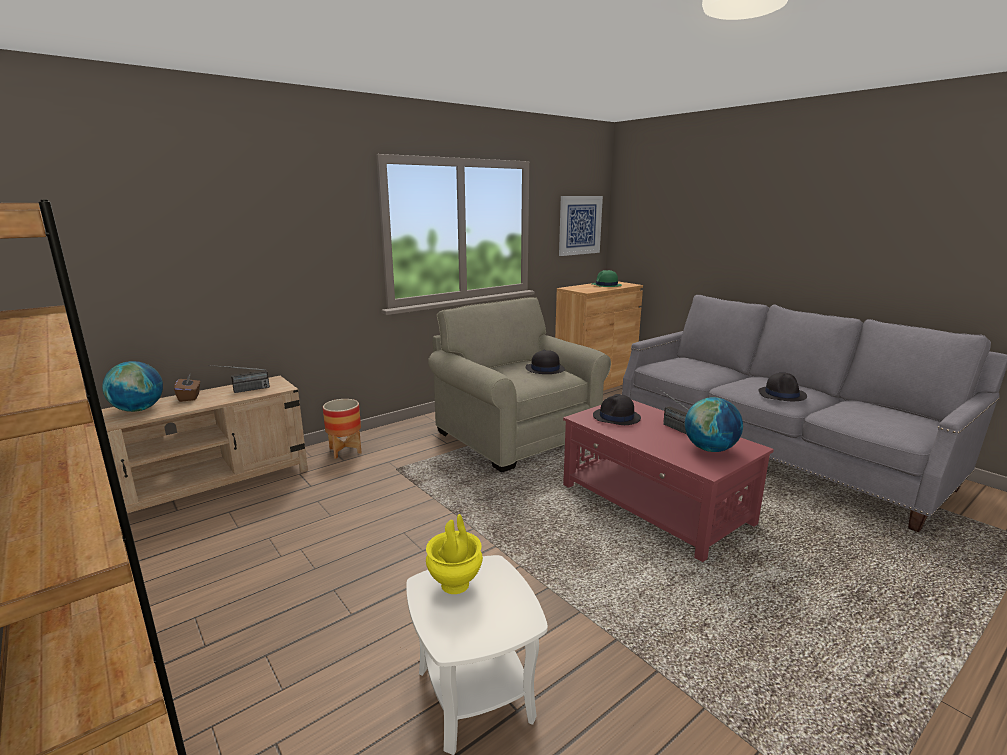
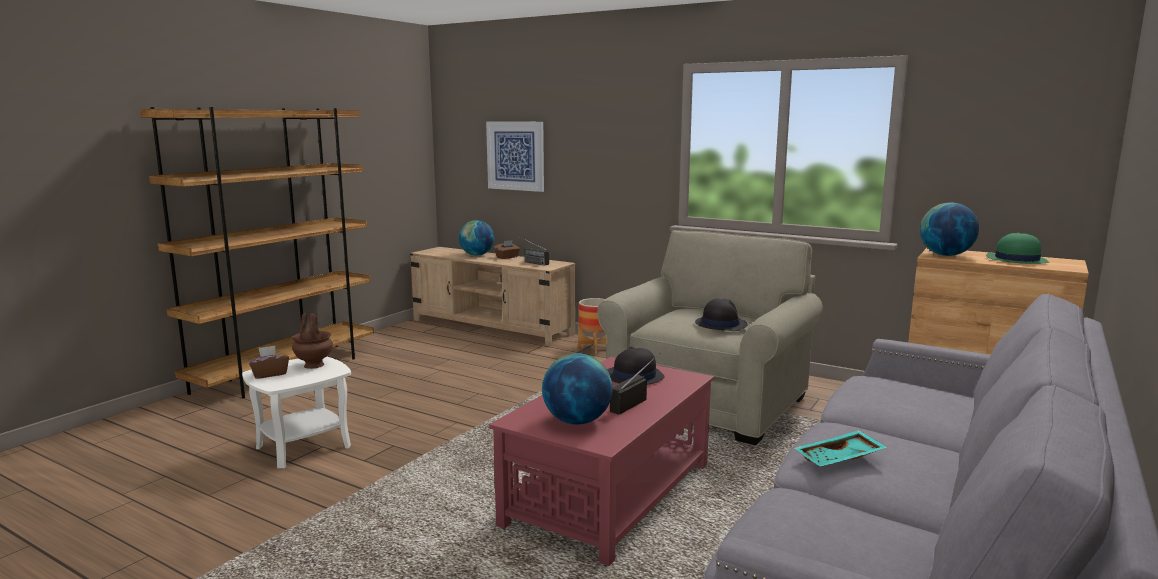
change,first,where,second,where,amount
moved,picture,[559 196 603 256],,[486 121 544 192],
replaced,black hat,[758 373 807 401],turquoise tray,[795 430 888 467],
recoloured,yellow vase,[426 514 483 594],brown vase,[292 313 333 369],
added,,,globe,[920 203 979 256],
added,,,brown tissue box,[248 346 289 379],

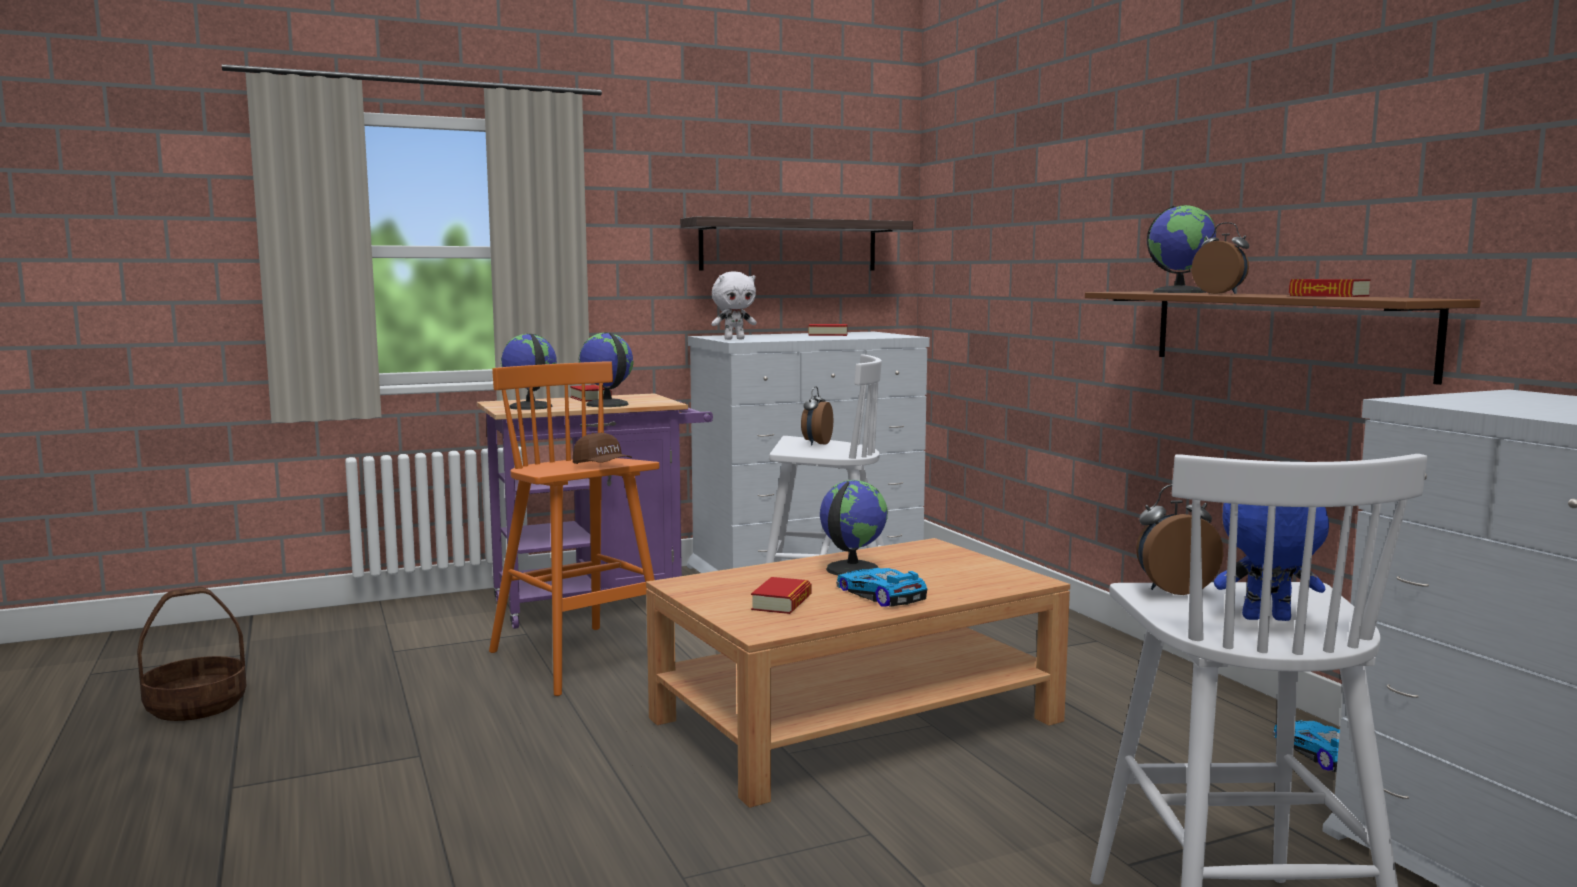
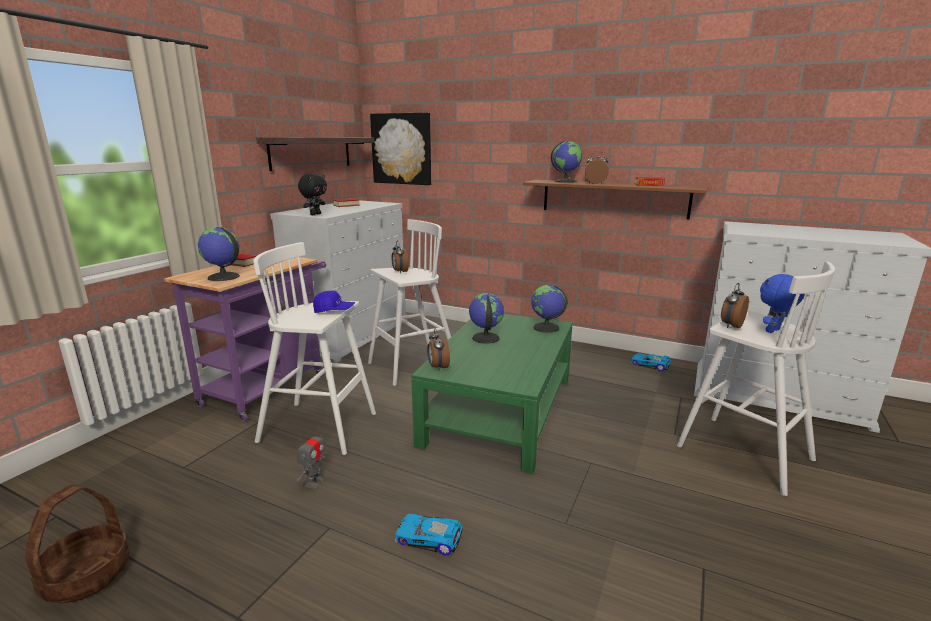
change,first,where,second,where,amount
recoloured,white plush toy,[711 271 757 340],black plush toy,[298 173 327 215],
moved,globe,[579 333 634 407],,[531 285 568 333],
recoloured,orange stool,[489 361 660 696],white stool,[253 242 376 455],
recoloured,brown cap,[573 433 632 464],blue cap,[313 291 355 313],
recoloured,brown coffee table,[646 538 1070 808],green coffee table,[411 314 573 474],
moved,toy car,[836 568 927 607],,[395 514 463 555],
removed,book,[751 577 811 614],,,
added,,,picture,[370 113 431 185],
added,,,alarm clock,[427 328 450 371],
added,,,toy robot,[297 426 326 488],

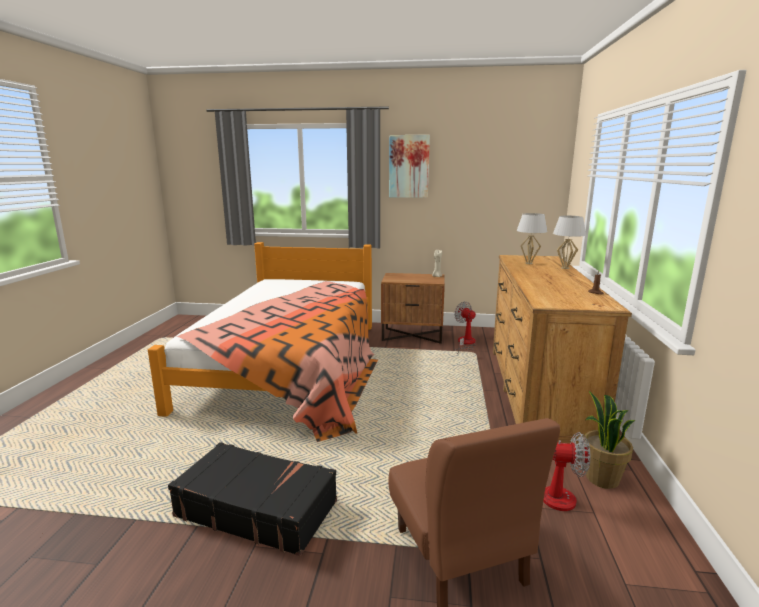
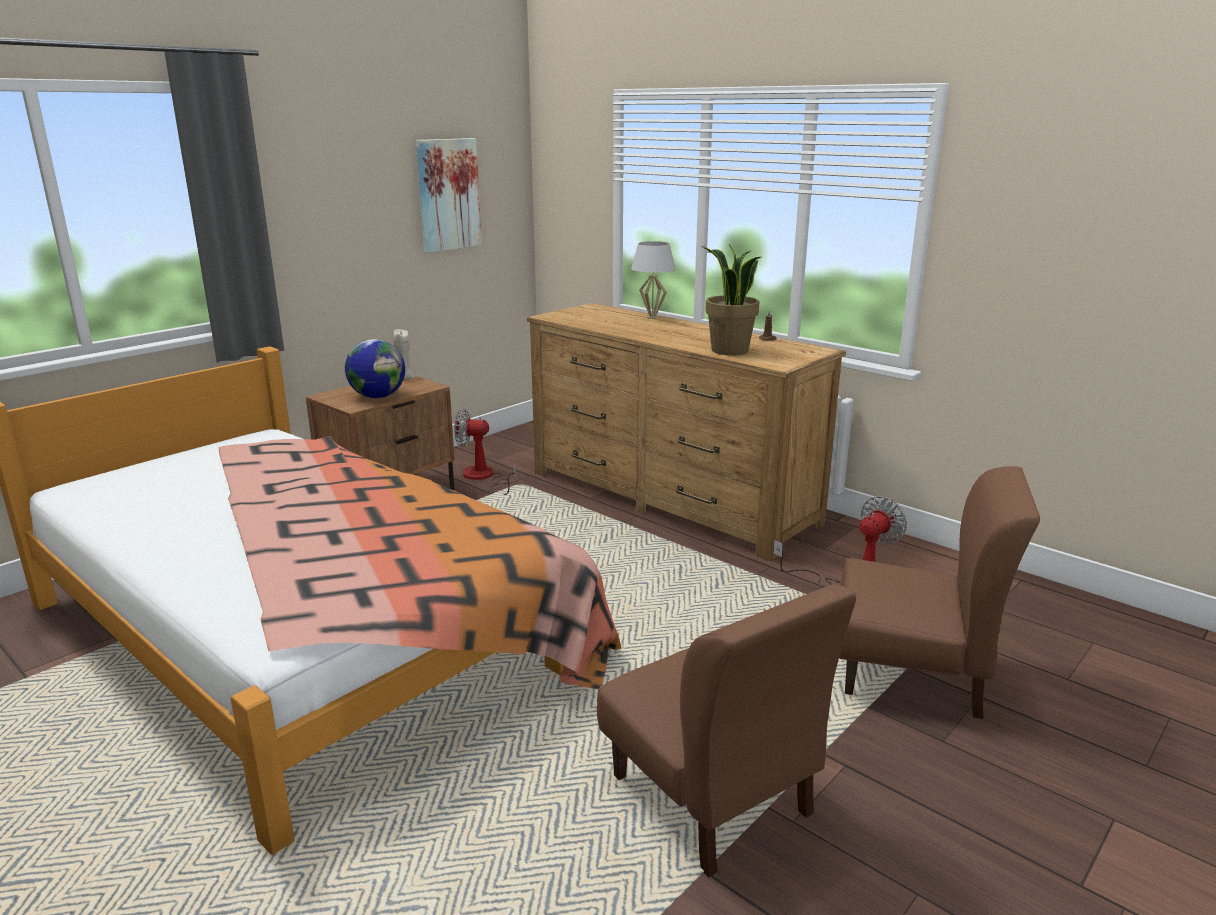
change,first,where,second,where,amount
moved,picture,[389 135 430 198],,[416 138 482 253],
removed,white table lamp,[517 213 548 264],,,
moved,potted plant,[584 391 635 489],,[702 244 761 356],
replaced,black suitcase,[168 442 337 556],brown chair,[596 584 856 877],
added,,,globe,[345 339 405 398],

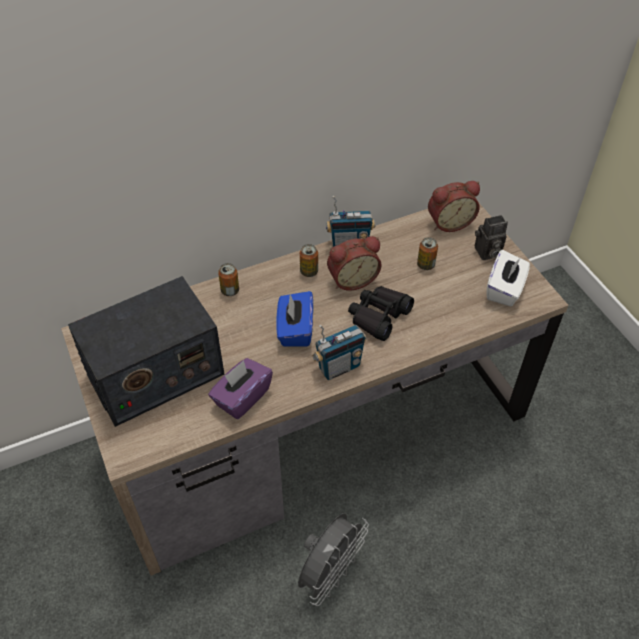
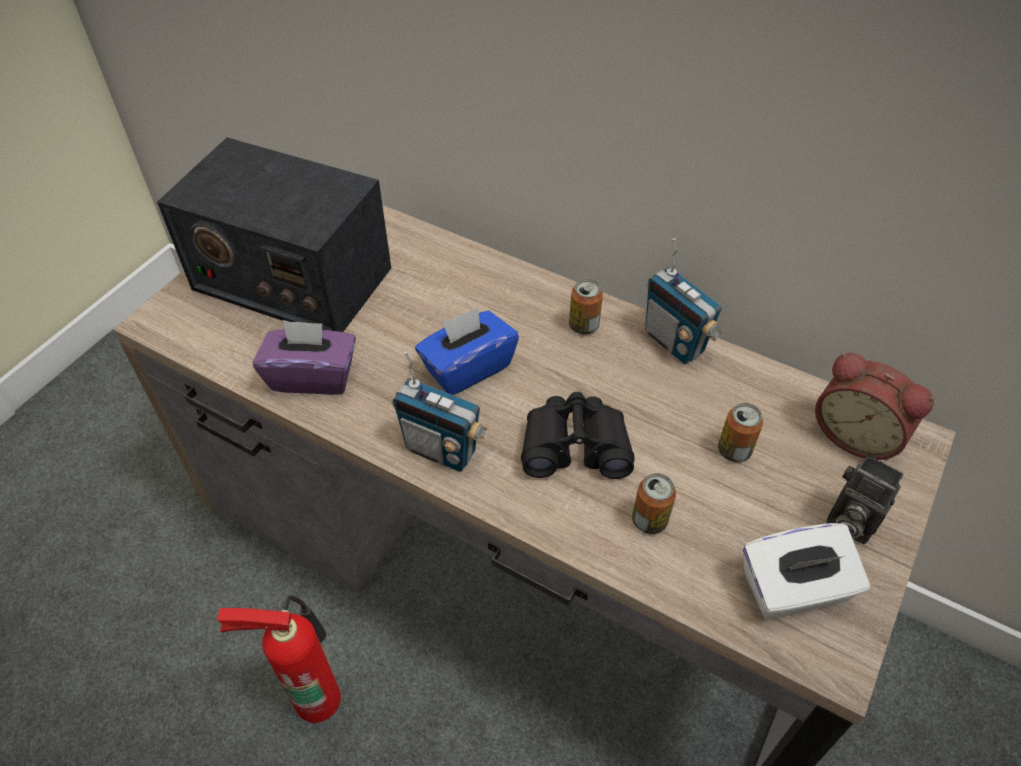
change,first,where,second,where,amount
removed,alarm clock,[327 236 382 291],,,
moved,can,[218 263 239 296],,[632 473 676 534],
replaced,grey fan,[298 513 369 606],fire extinguisher,[217 595 341 723],

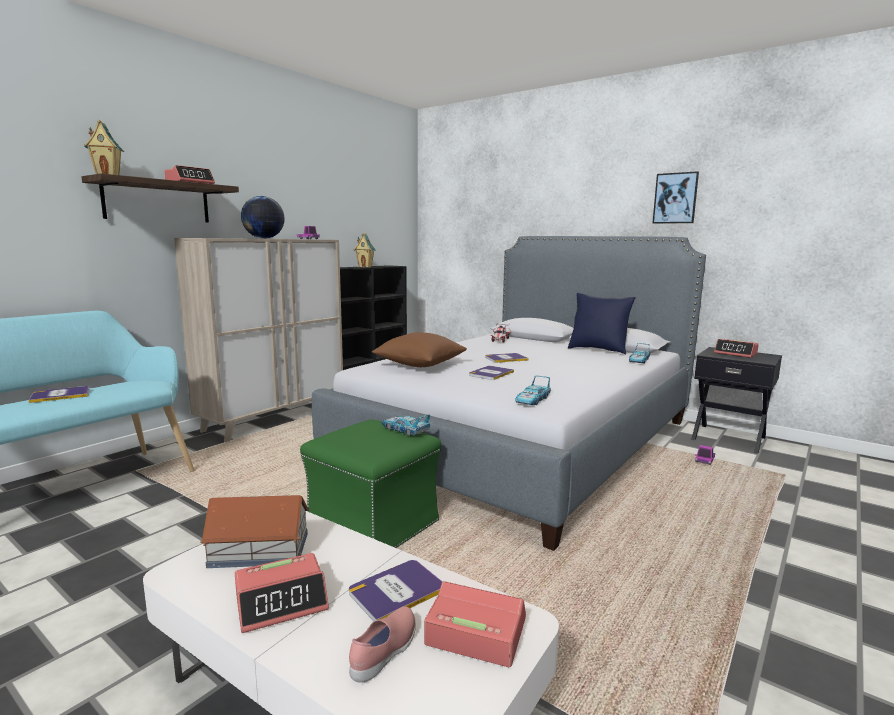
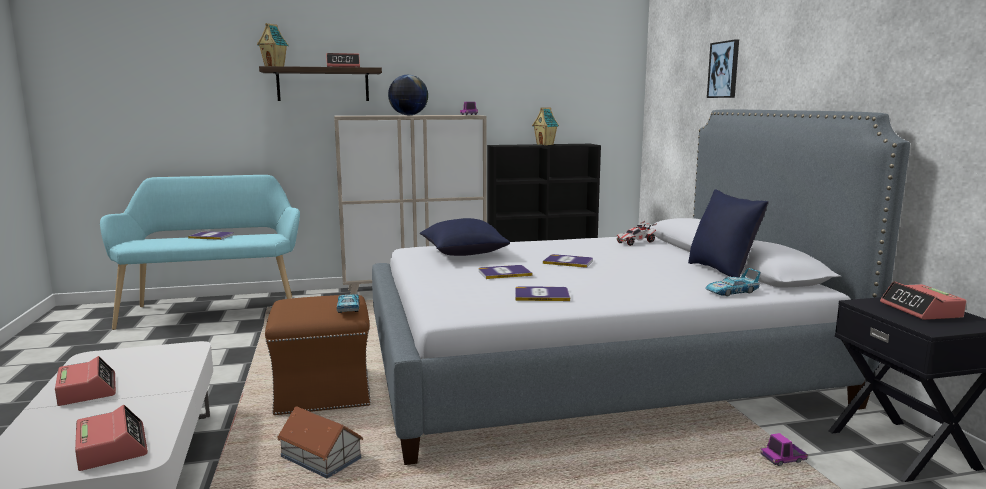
change,first,where,second,where,amount
moved,picture,[652 171 699 224],,[707 39 739 98],
recoloured,brown pillow,[372 332 467 367],blue pillow,[420 218 510 256],
removed,toy car,[515 375 551 405],,,
recoloured,green ottoman,[300 419 441 548],brown ottoman,[265 295 371 415],
moved,toy house,[200 495 310 568],,[277 406 364 478],
turned,alarm clock,[235 553 329 633],,[55 356 116 406],135 degrees counterclockwise
moved,book,[349 560 443 621],,[515 286 570 301],
removed,pink shoe,[349 606 416 683],,,

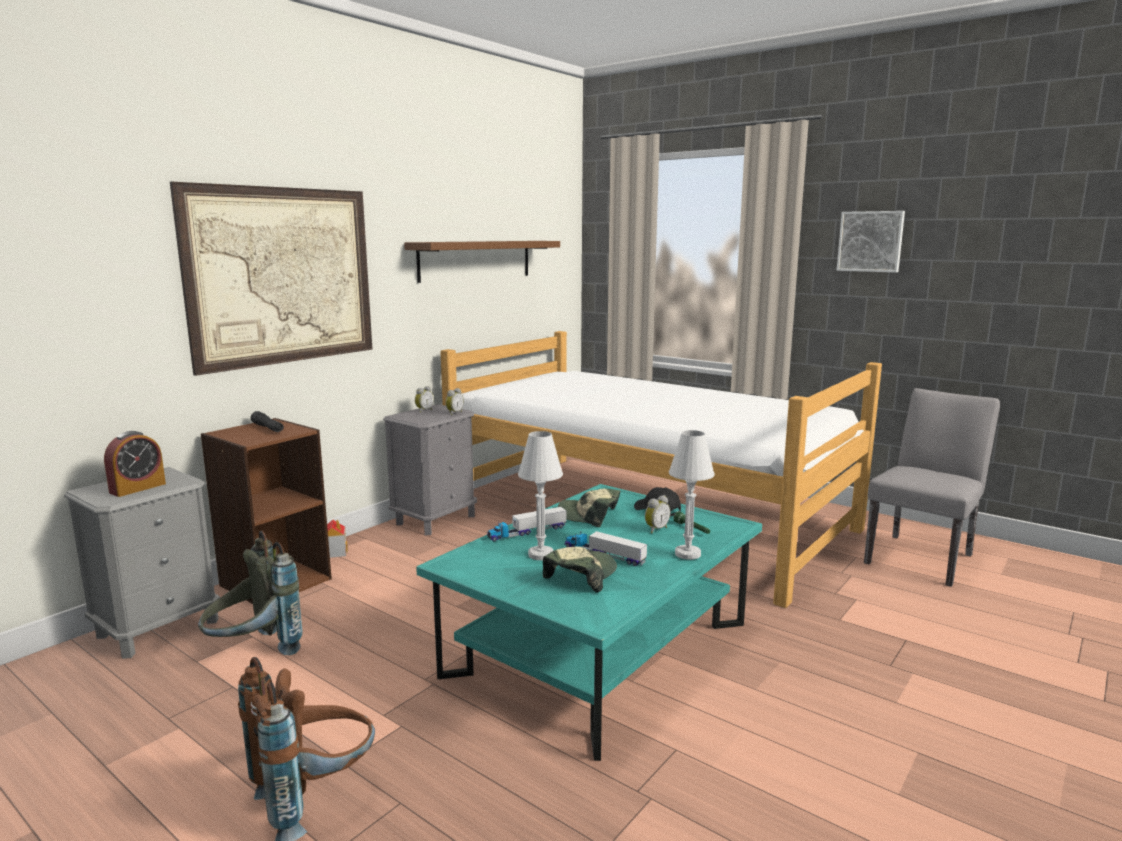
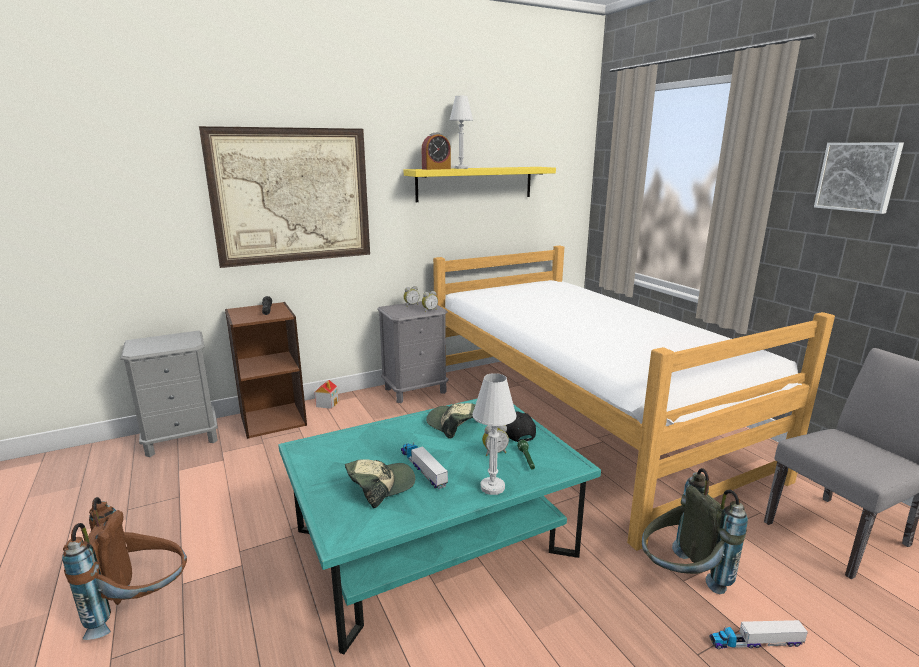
change,first,where,second,where,amount
recoloured,brown shelf,[404 241 560 283],yellow shelf,[404 167 556 202],
moved,alarm clock,[104 431 166 497],,[422 133 451 170],
moved,white table lamp,[518 431 563 560],,[449 96 473 169],
moved,toy truck,[487 507 567 541],,[709 620 808 649],
moved,grey backpack,[198 531 303 655],,[642 468 748 595],

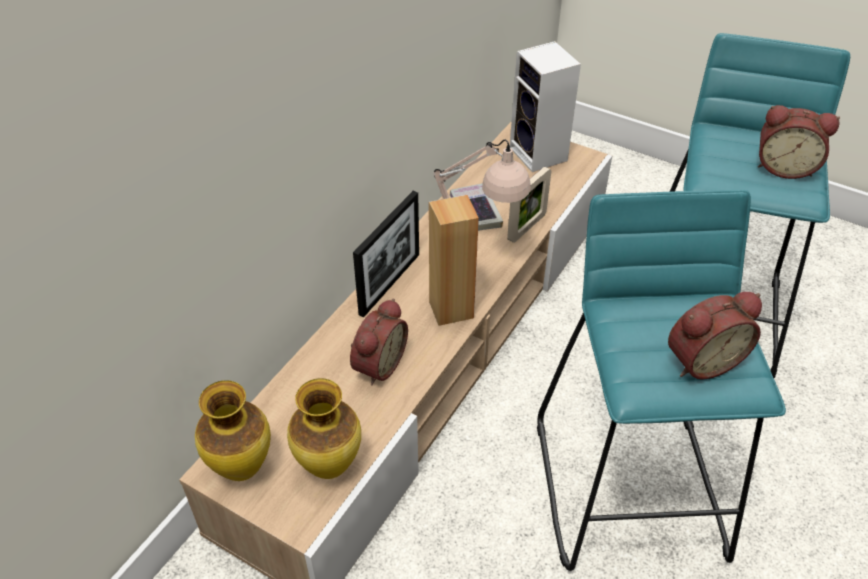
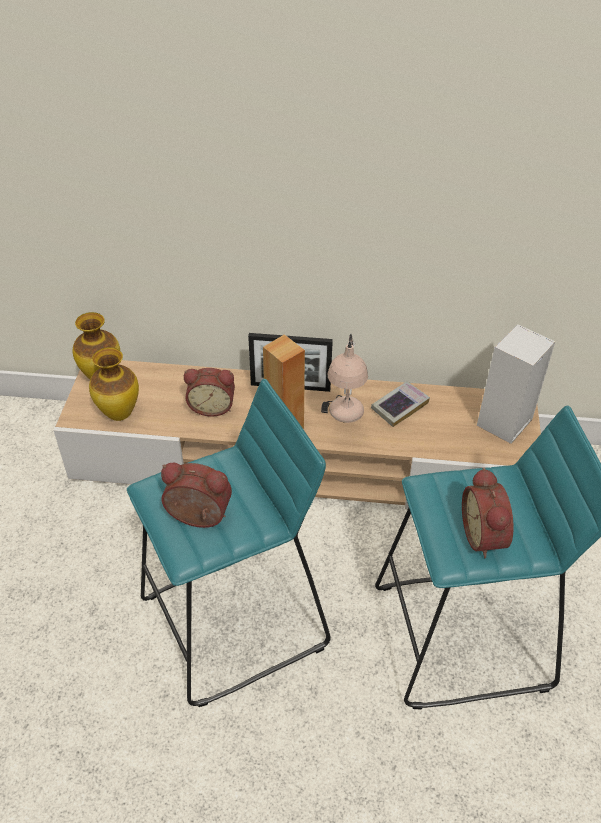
change,first,where,second,where,amount
removed,picture frame,[507 167 551 243],,,
turned,alarm clock,[668 292 762 380],,[161 463 232 528],150 degrees clockwise

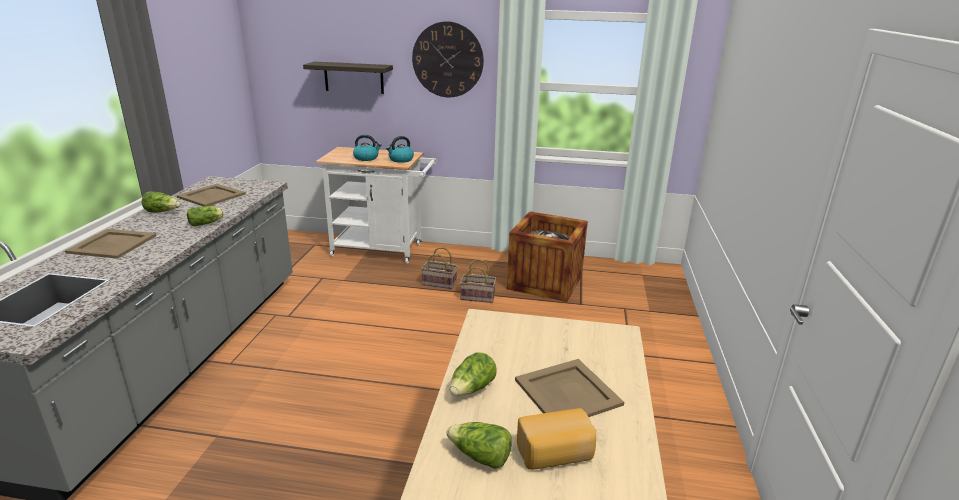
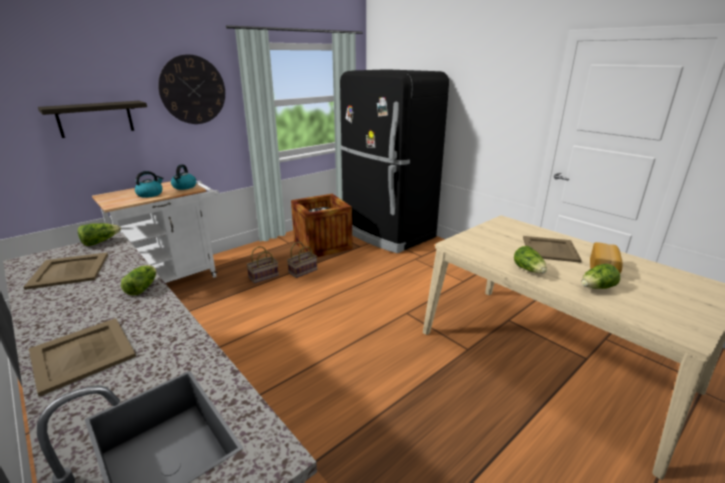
change,first,where,second,where,amount
moved,lettuce,[142 191 181 213],,[78 223 121 246],
added,,,black fridge,[340 69 449 253],

